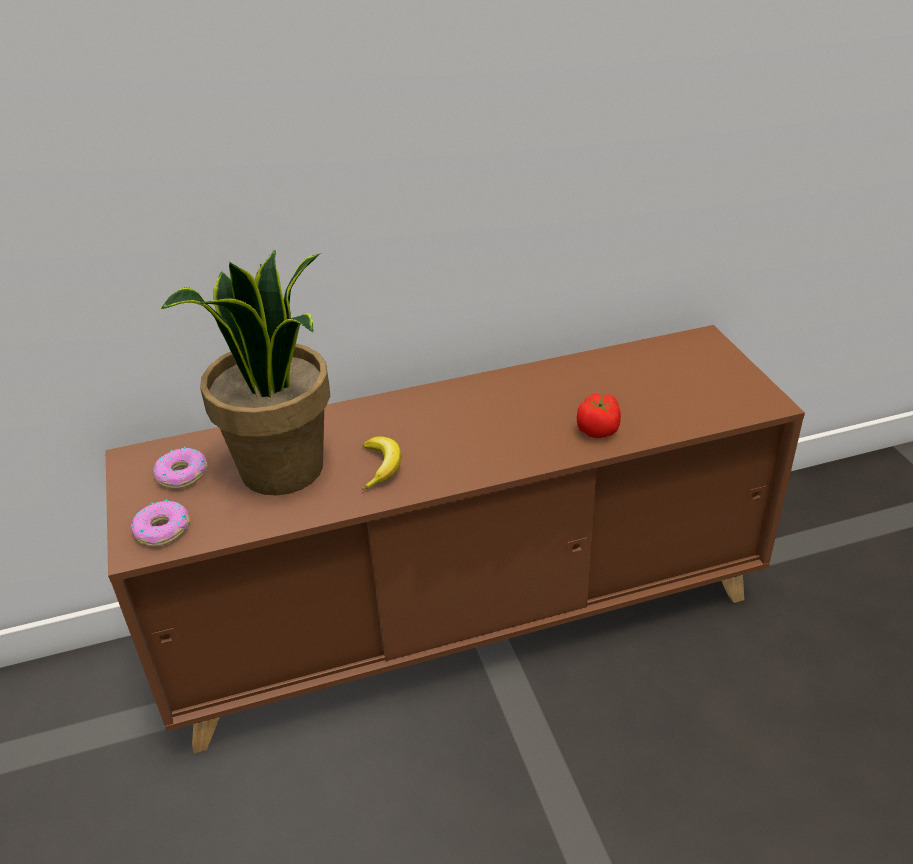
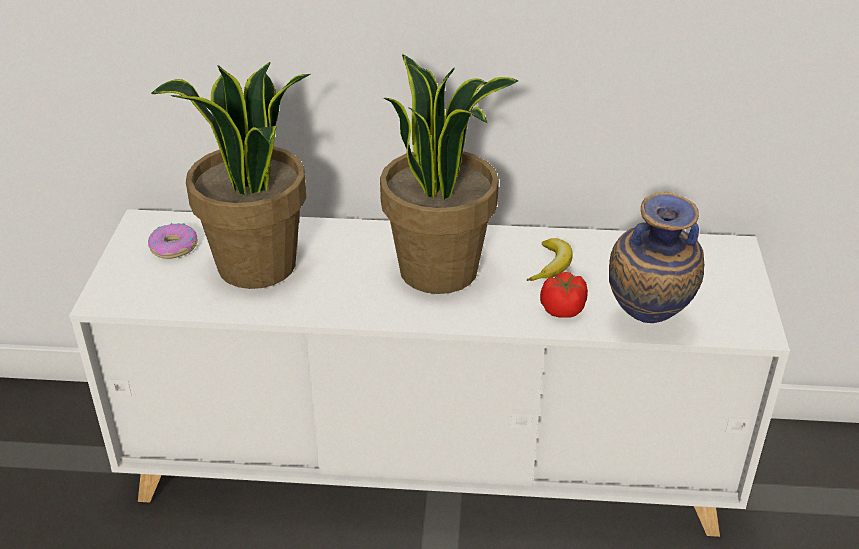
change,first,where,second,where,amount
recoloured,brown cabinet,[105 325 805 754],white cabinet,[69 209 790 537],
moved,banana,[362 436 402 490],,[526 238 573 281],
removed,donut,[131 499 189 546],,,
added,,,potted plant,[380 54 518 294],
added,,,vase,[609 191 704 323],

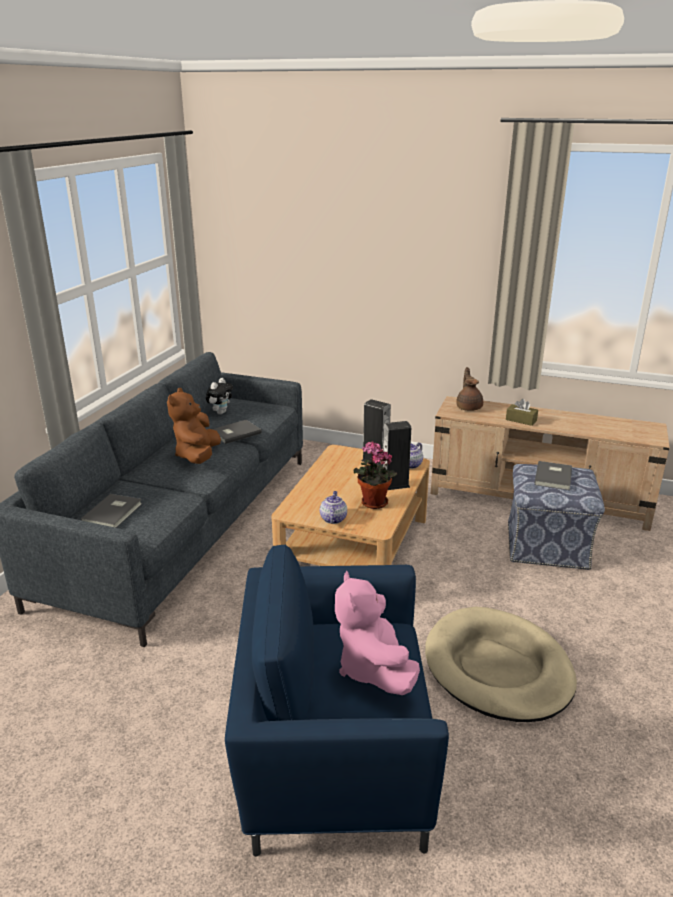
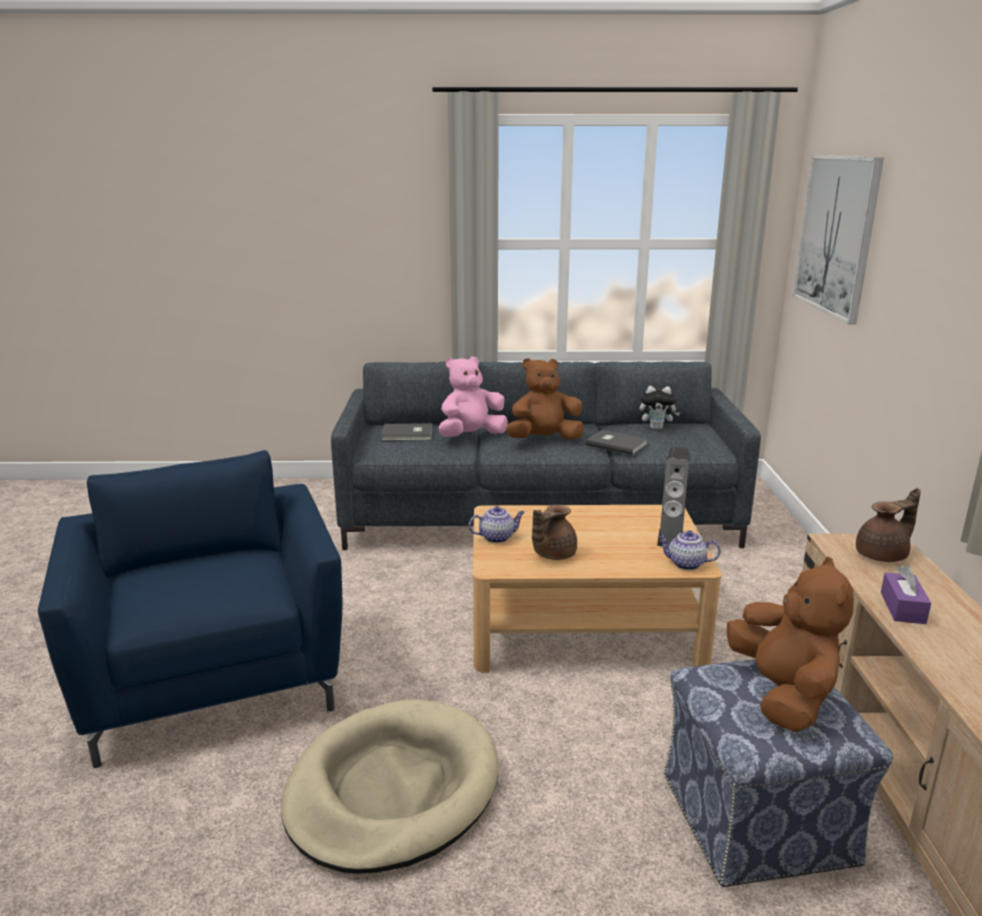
change,first,where,second,where,amount
recoloured,brown tissue box,[506 399 538 426],purple tissue box,[881 565 931 624],
removed,speaker,[383 421 411 490],,,
replaced,potted plant,[353 441 397 509],brown teapot,[532 505 577 560],
replaced,grey book,[535 461 572 490],brown plush toy,[726 557 854 732],
moved,pink plush toy,[335 571 420 695],,[439 356 508 437],
added,,,picture,[793 155 884 324],

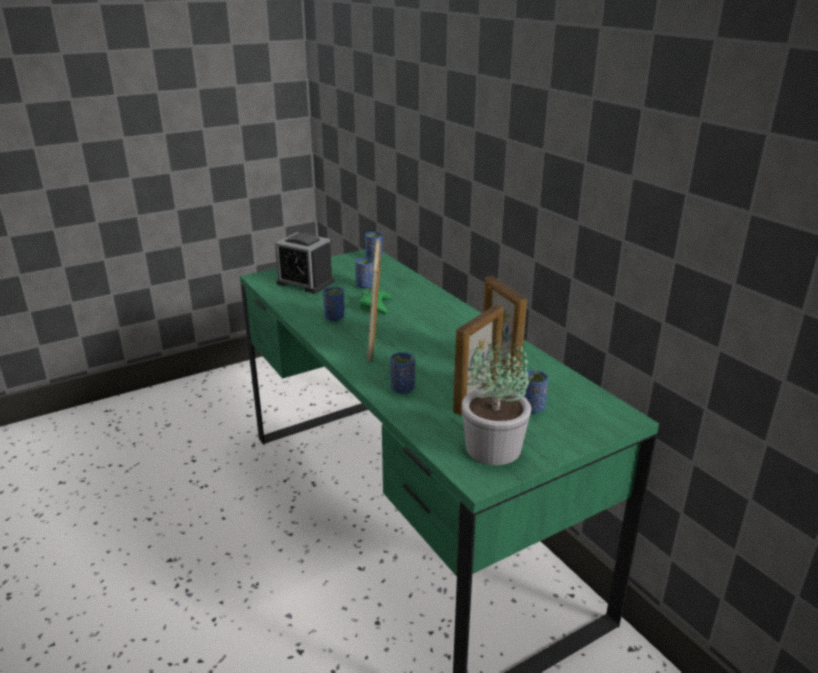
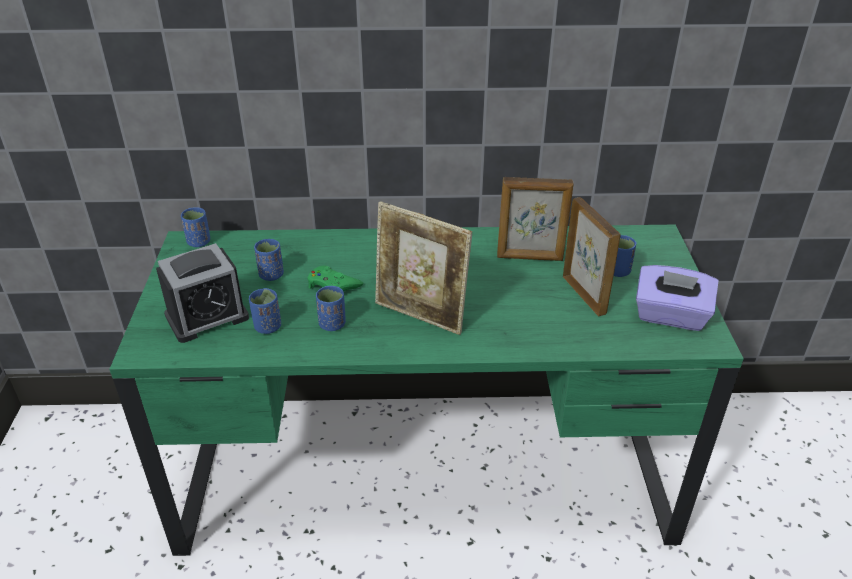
change,first,where,second,where,amount
replaced,potted plant,[462 338 531 465],purple tissue box,[636 265 719 331],
moved,blue cup,[390 352 415 394],,[249 288 281 334],

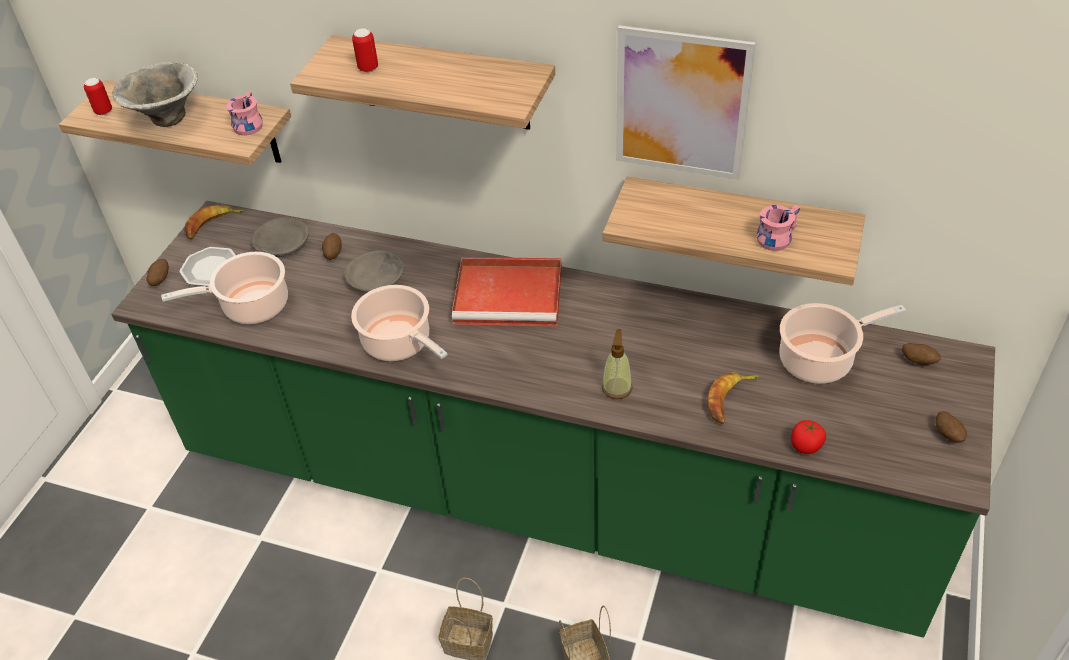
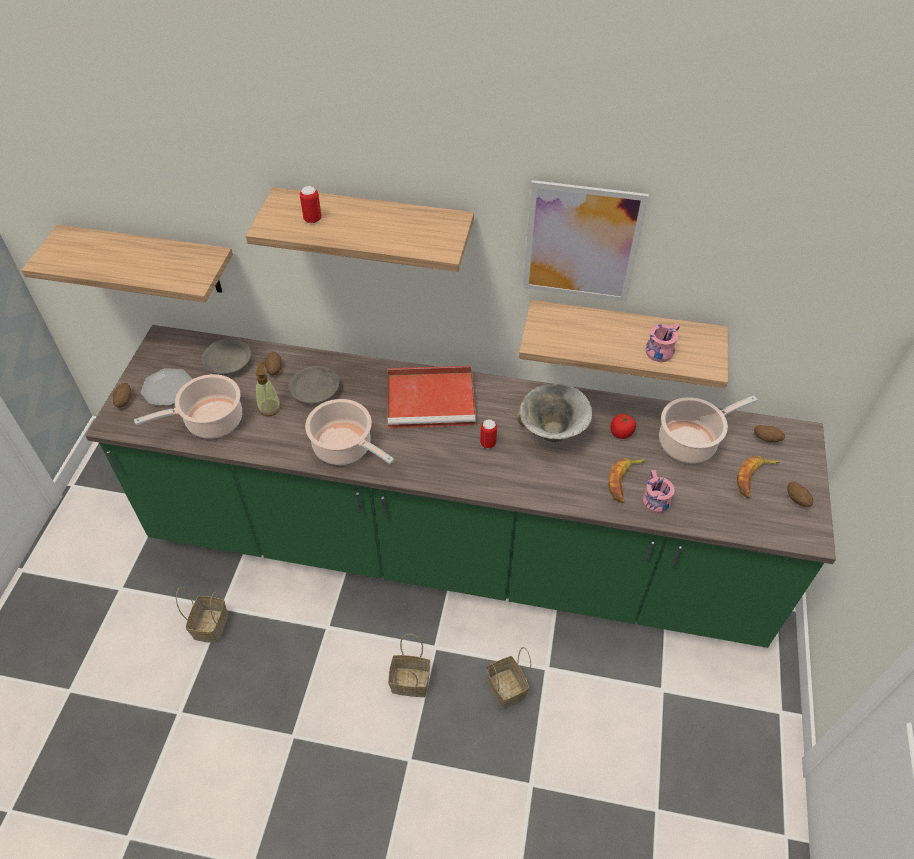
change,first,where,second,where,amount
moved,bowl,[112 62 198 127],,[516 384 592 442],
moved,can,[84 78 112 115],,[480 419 497 449],
moved,pink mug,[226 92 263 135],,[643 470 675 513],
moved,banana,[184 205 245 240],,[737 456 780 498],
moved,soap dispenser,[602 329 632 399],,[256 362 281 416],
moved,tomato,[791 420 826 454],,[611 414 636 439],
added,,,basket,[176 587 228 643],

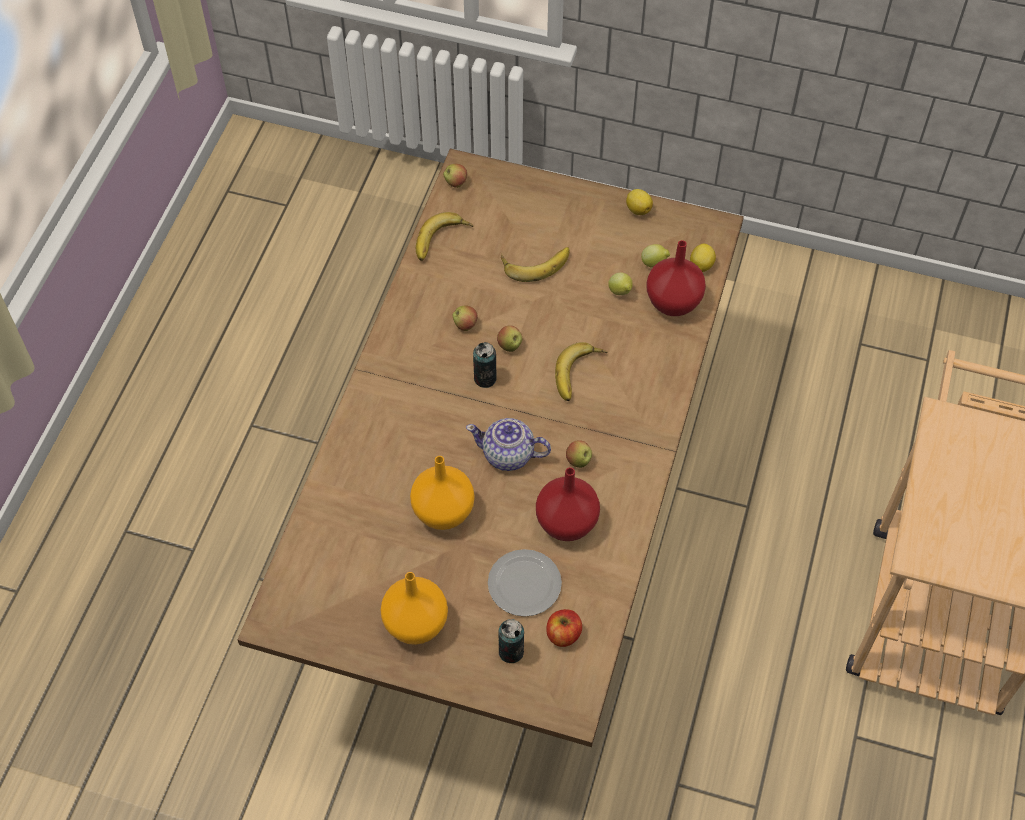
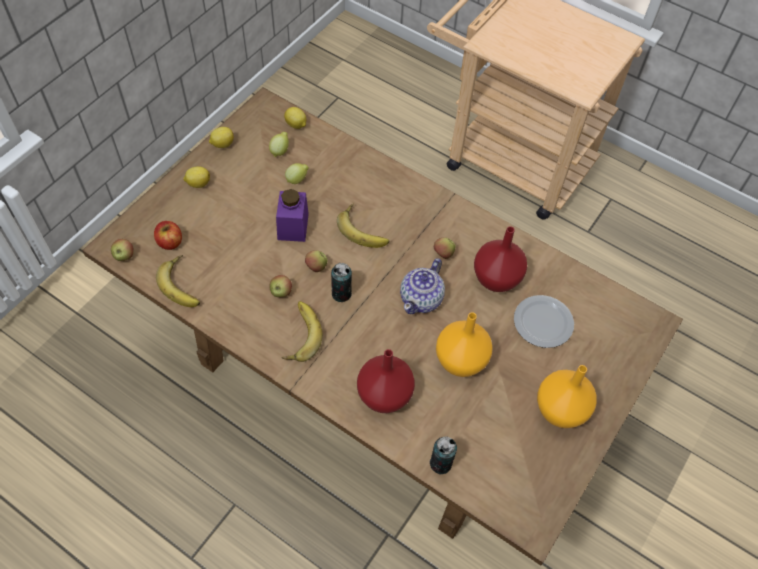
change,first,where,second,where,amount
moved,red vase,[646 240 706 316],,[357 349 415 413],
moved,banana,[501 247 570 282],,[282 301 323 362],
moved,apple,[546 609 582 647],,[154 221 182 250],
moved,can,[498 619 524 663],,[430 436 457 475],
added,,,lemon,[183 166 210 188],
added,,,purple jar,[276 189 309 242],

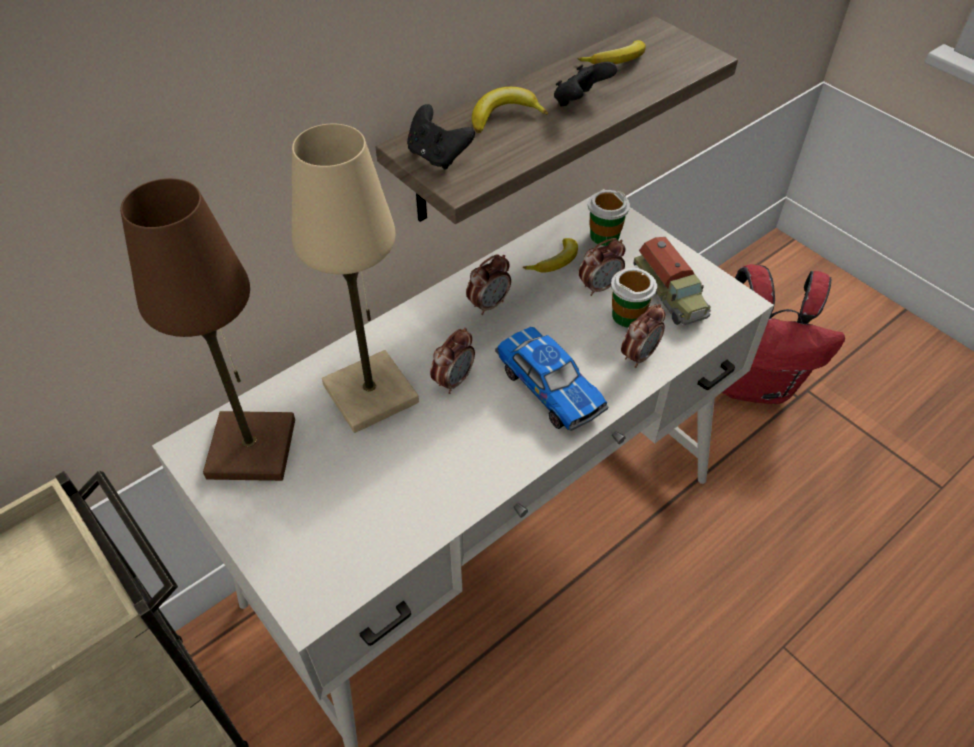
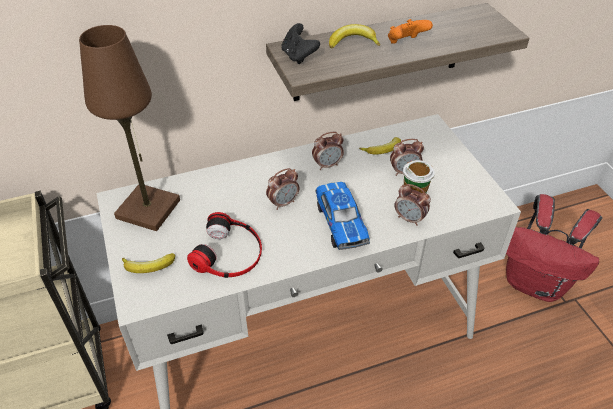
change,first,where,second,where,amount
moved,banana,[578 40 646 64],,[122 253 175 273],
recoloured,black game controller,[554 62 617 107],orange game controller,[388 19 433 44],
removed,beige table lamp,[292 124 419 433],,,
removed,cup,[588 190 630 246],,,
removed,toy truck,[633 237 711 325],,,
turned,alarm clock,[621 304 665 368],,[395 184 431 226],60 degrees clockwise
added,,,headphones,[187 212 262 278],

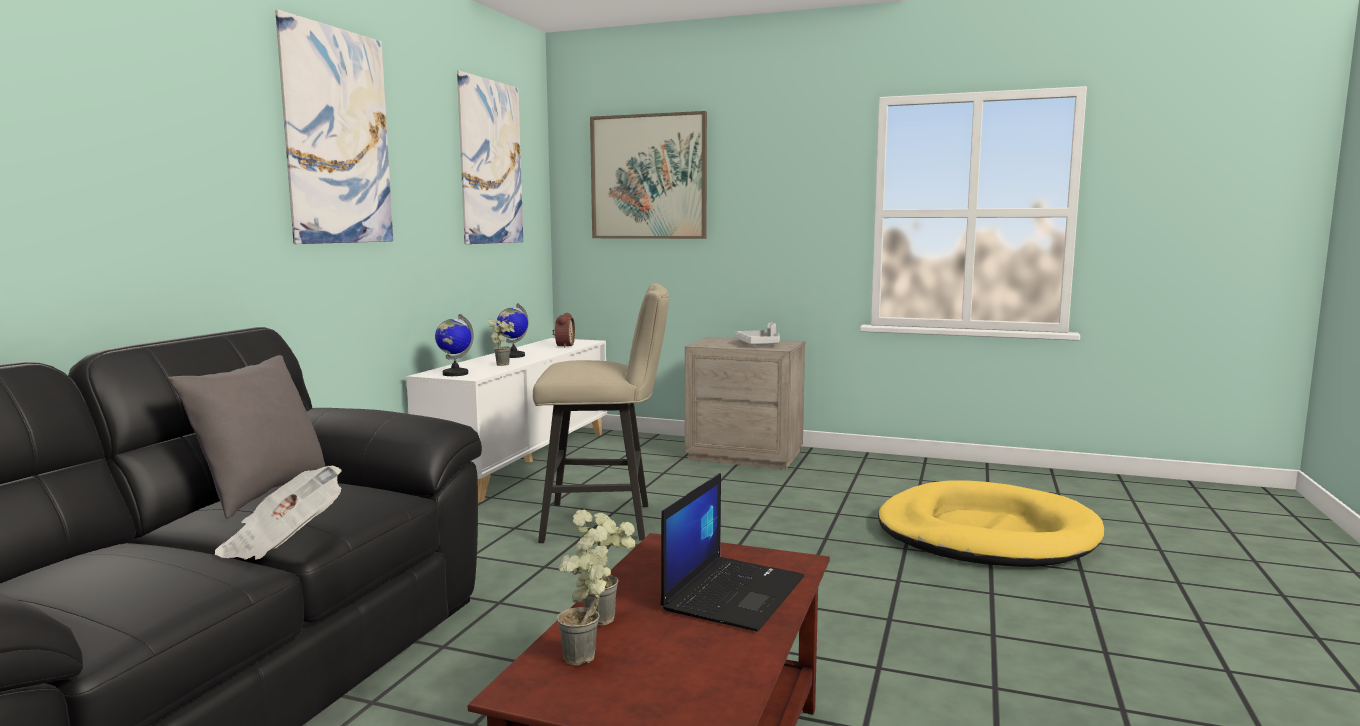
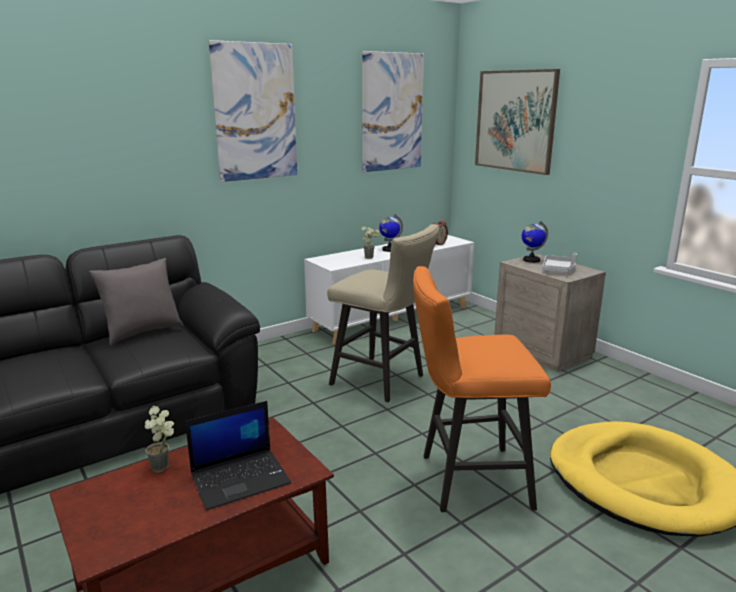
change,first,where,second,where,amount
moved,globe,[435 314 474 376],,[522 221 548 263],
removed,newspaper,[215 466 342 560],,,
removed,potted plant,[557 534 611 665],,,
added,,,orange stool,[413 266 551 512],

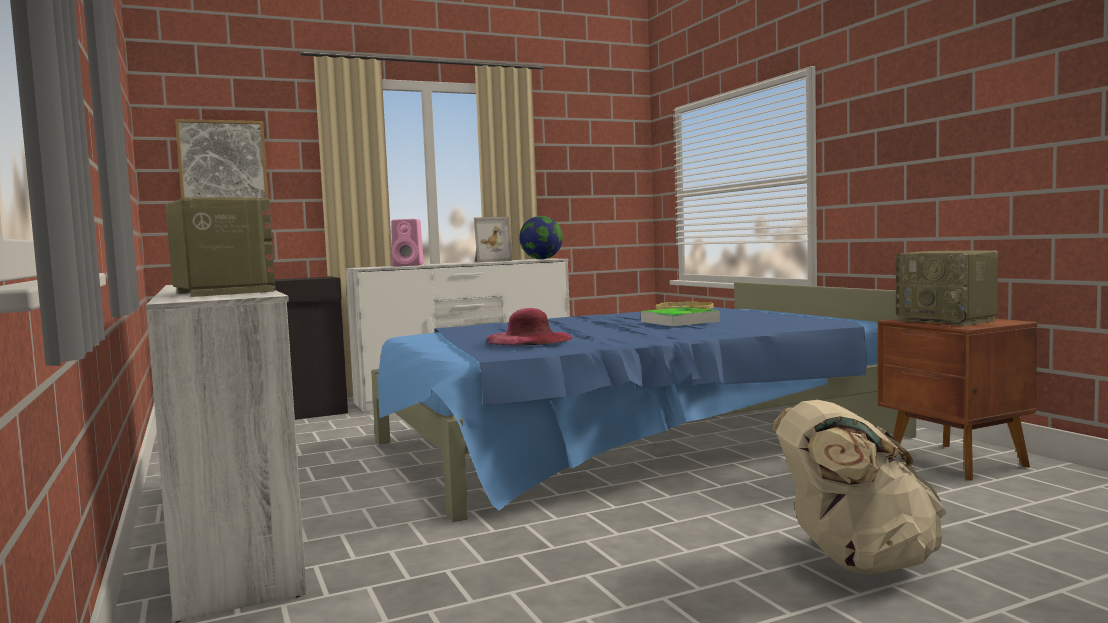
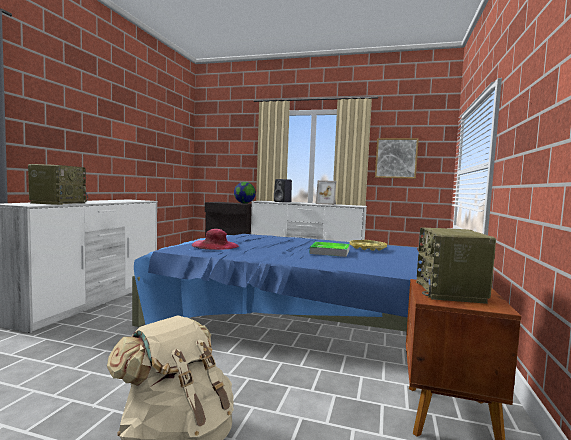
change,first,where,second,where,amount
moved,picture,[175 119 268 198],,[375 138 419 179],
moved,globe,[519 216 563 259],,[234 182 256 203],
recoloured,pink speaker,[391 219 424 266],black speaker,[274 179 292 202],

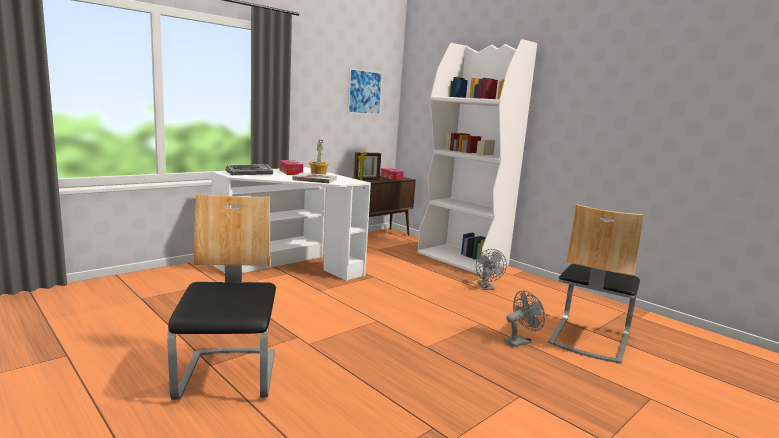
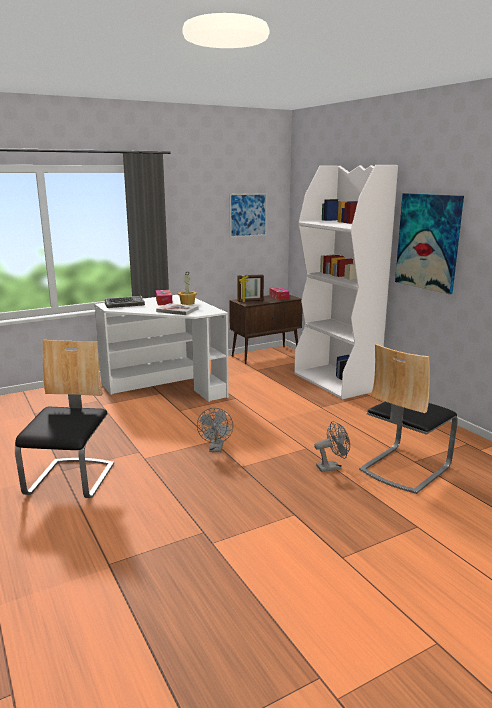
change,first,where,second,where,amount
moved,grey fan,[476 249 507 290],,[197 408 233 452],
added,,,picture,[395 193 464 295],

